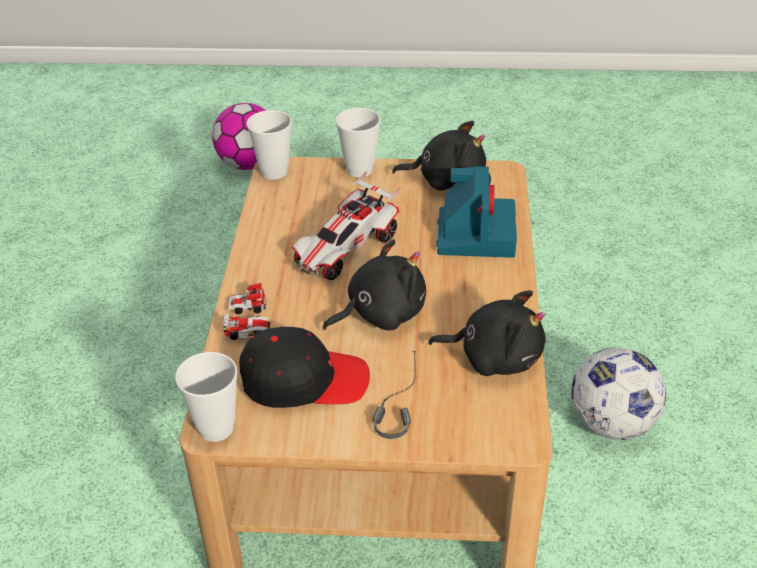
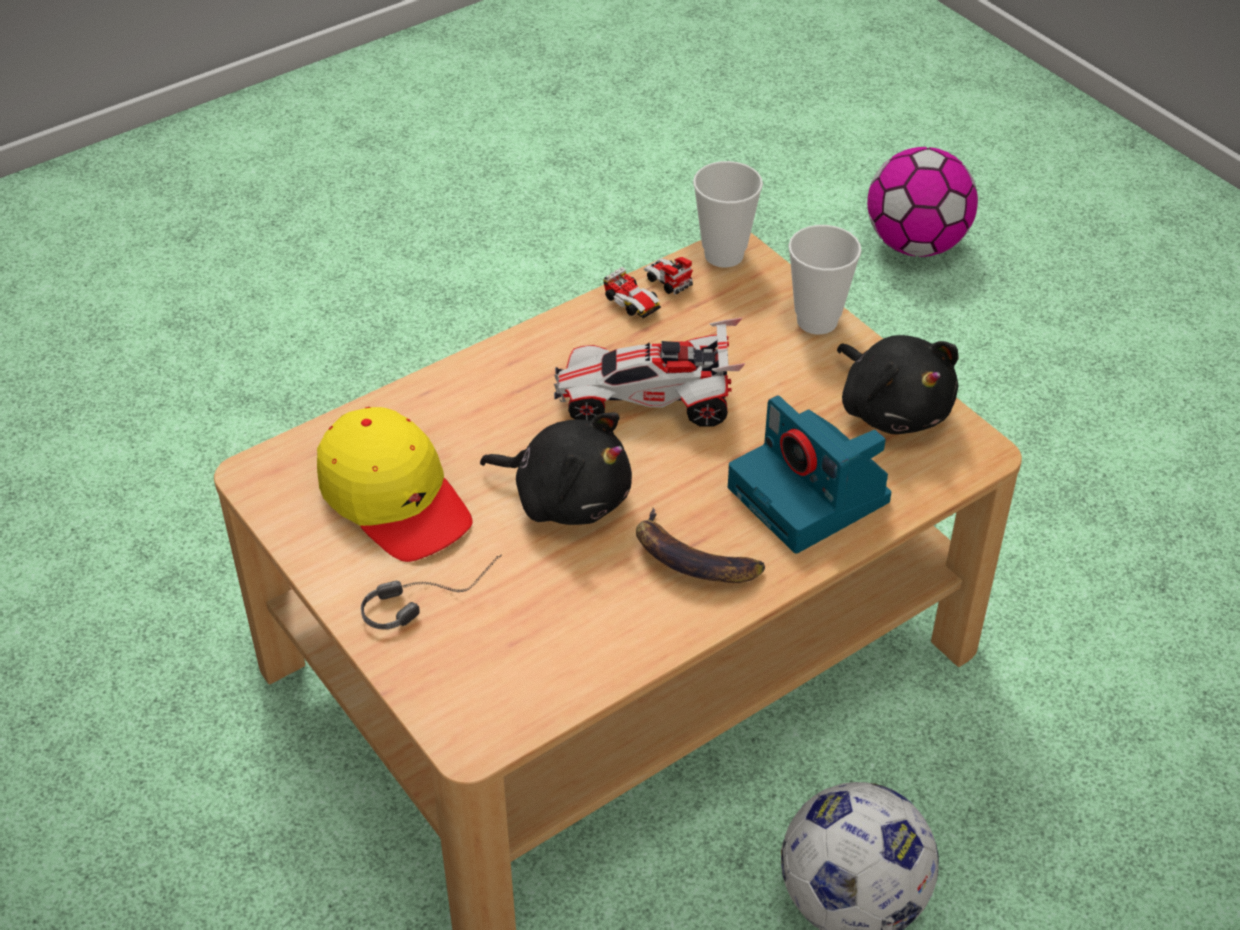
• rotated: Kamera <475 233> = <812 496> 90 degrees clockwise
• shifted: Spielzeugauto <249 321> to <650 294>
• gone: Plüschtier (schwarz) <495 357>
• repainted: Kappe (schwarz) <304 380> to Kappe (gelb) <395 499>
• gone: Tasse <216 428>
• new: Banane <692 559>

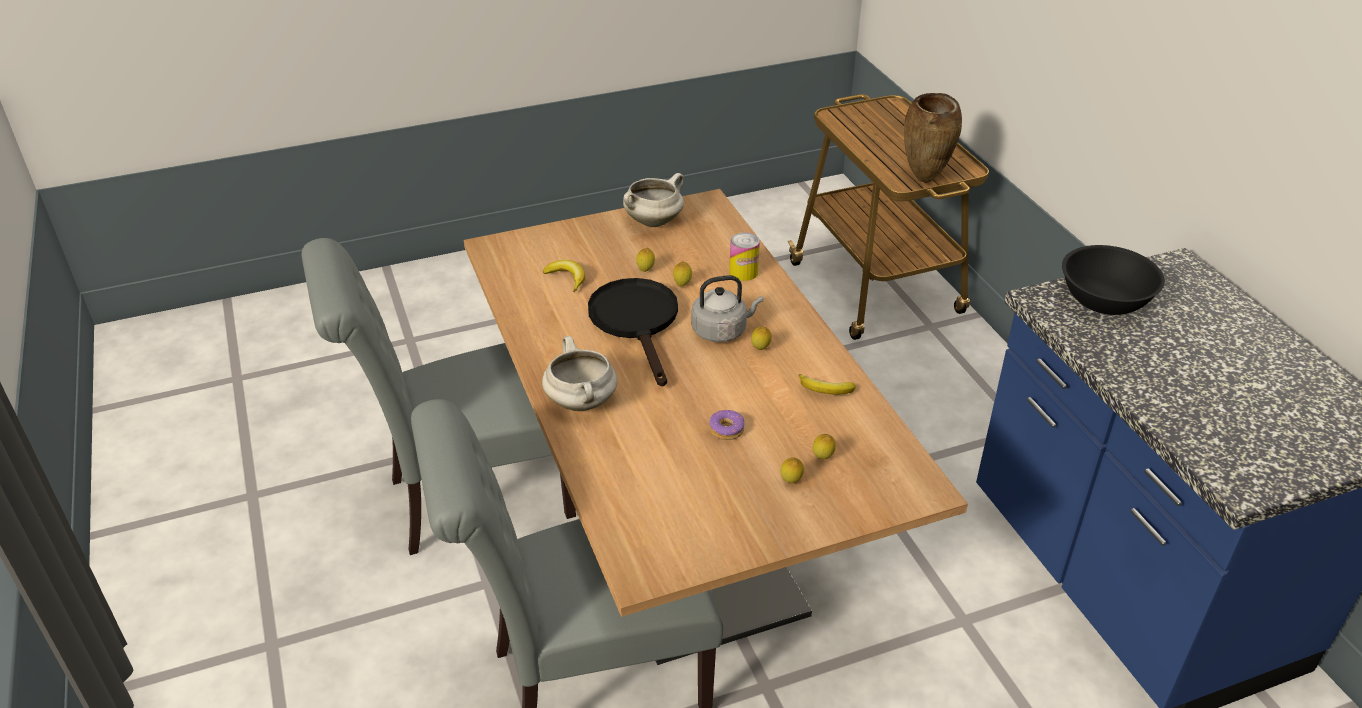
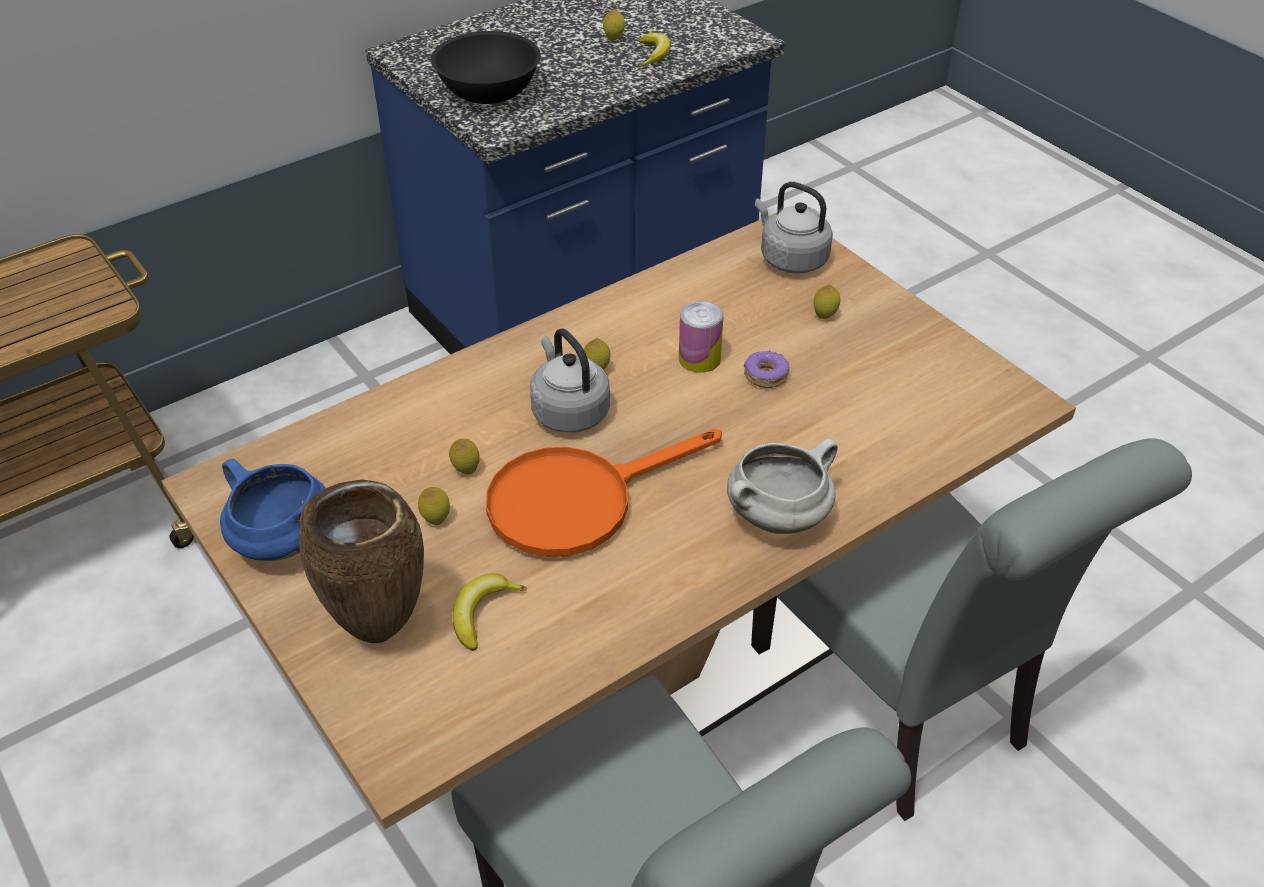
• shifted: Vase (braun) <925 179> to <381 629>
• repainted: Kochtopf (weiß) <654 221> to Kochtopf (blau) <281 541>
• shifted: Dose <743 272> to <699 358>
• repainted: Pfanne (schwarz) <637 322> to Pfanne (orange) <577 500>
• shifted: Banane <825 390> to <653 55>
• shifted: Zitrone <822 458> to <614 39>
• new: Wasserkessel (grau) <790 258>

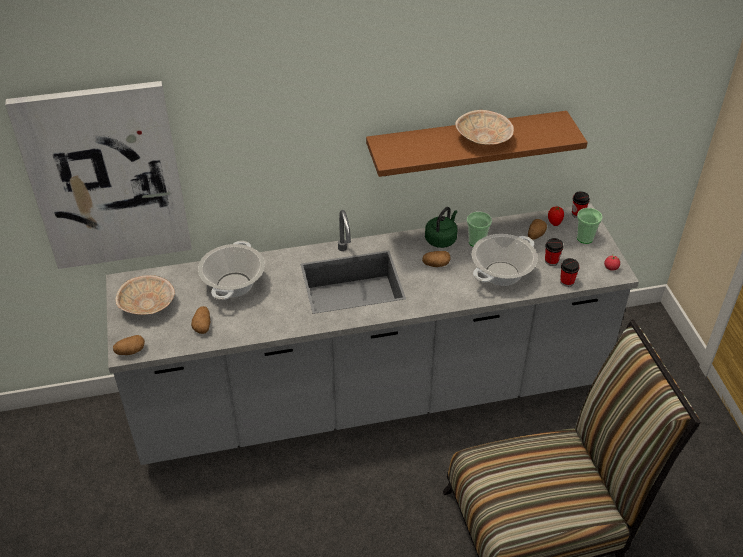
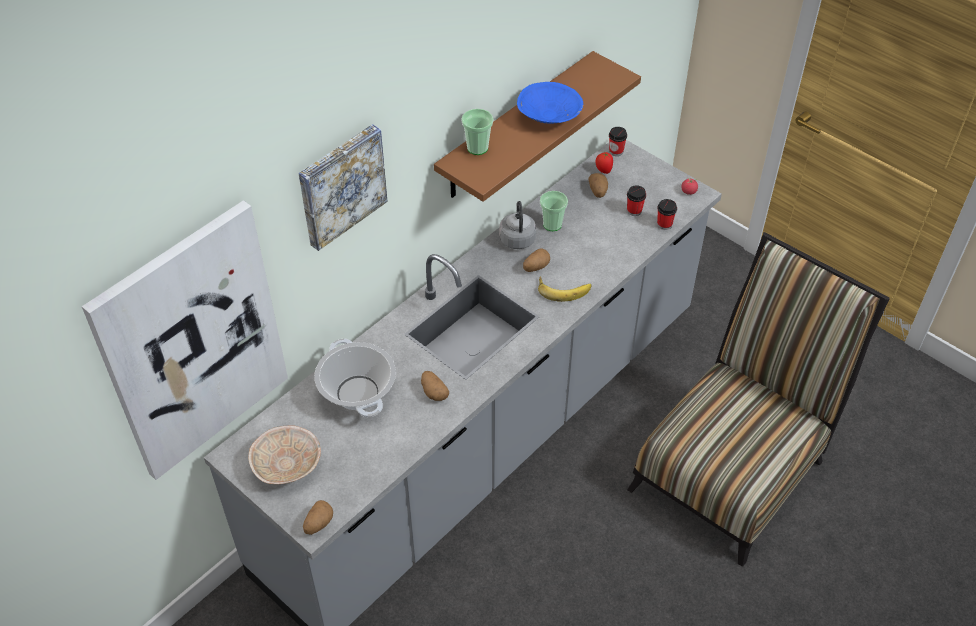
• repainted: Schüssel (beige) <484 140> to Schüssel (blau) <550 116>
• repainted: Wasserkessel (grün) <441 239> to Wasserkessel (grau) <517 238>
• shifted: Tasse <585 238> to <477 148>
• gone: Kochtopf <502 274>
• shifted: Kartoffel <203 325> to <433 392>
• new: Bild <341 185>
• new: Banane <563 289>

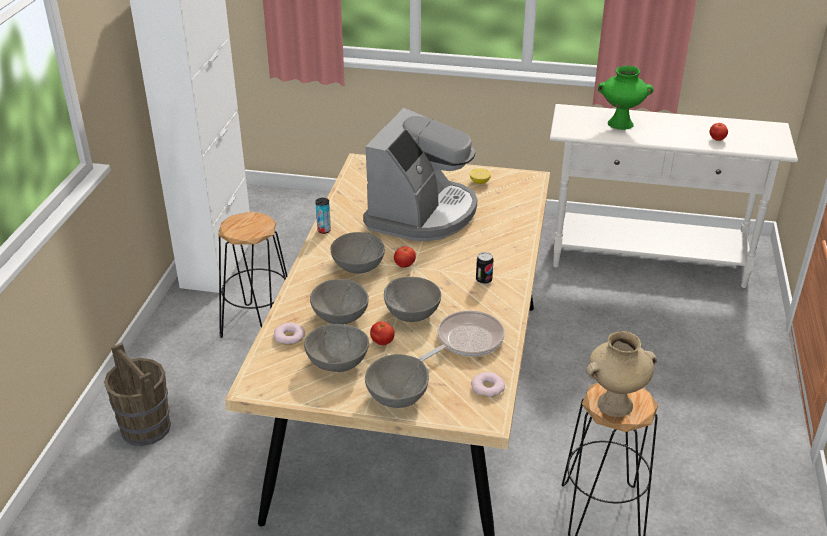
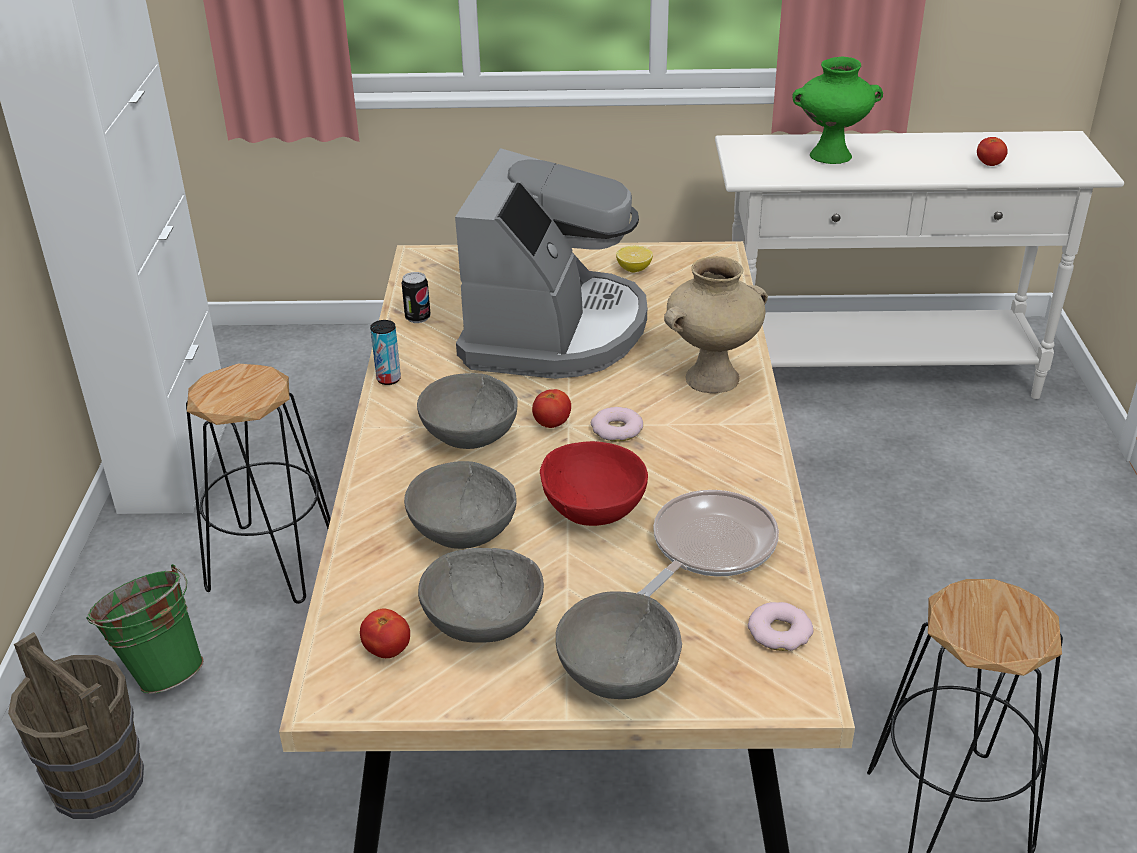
• shifted: Dose <484 280> to <418 317>
• repainted: Schüssel (grau) <412 314> to Schüssel (rot) <594 511>
• shifted: Tomate <382 342> to <387 650>
• shifted: Donut <289 337> to <617 429>
• shifted: Vase (beige) <615 404> to <712 377>
• new: Eimer (grün) <160 670>

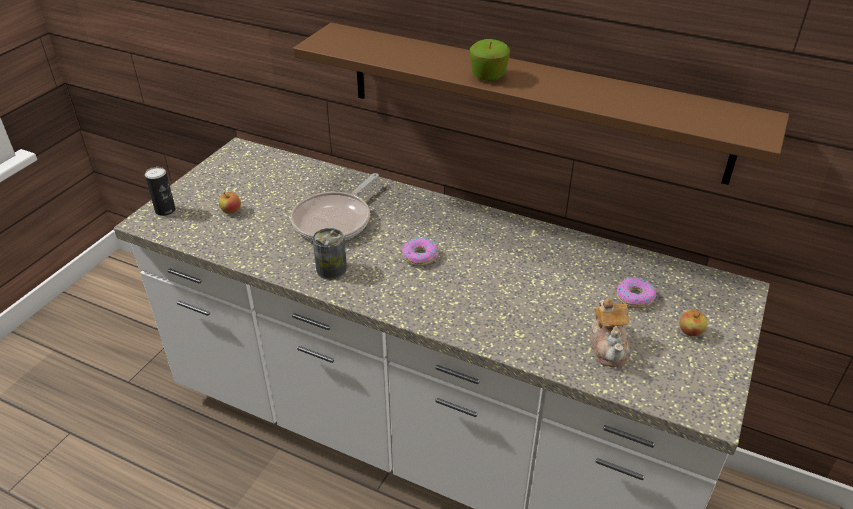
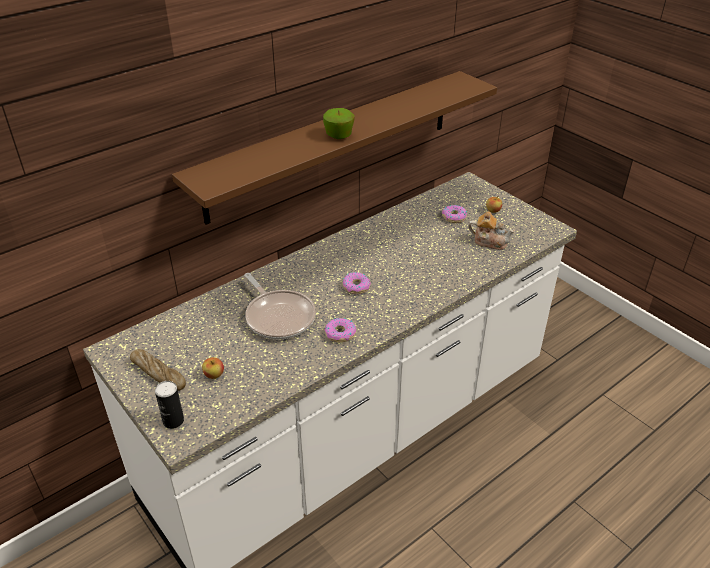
• swapped: Dose <331 269> to Donut <340 334>
• new: Brot <158 374>

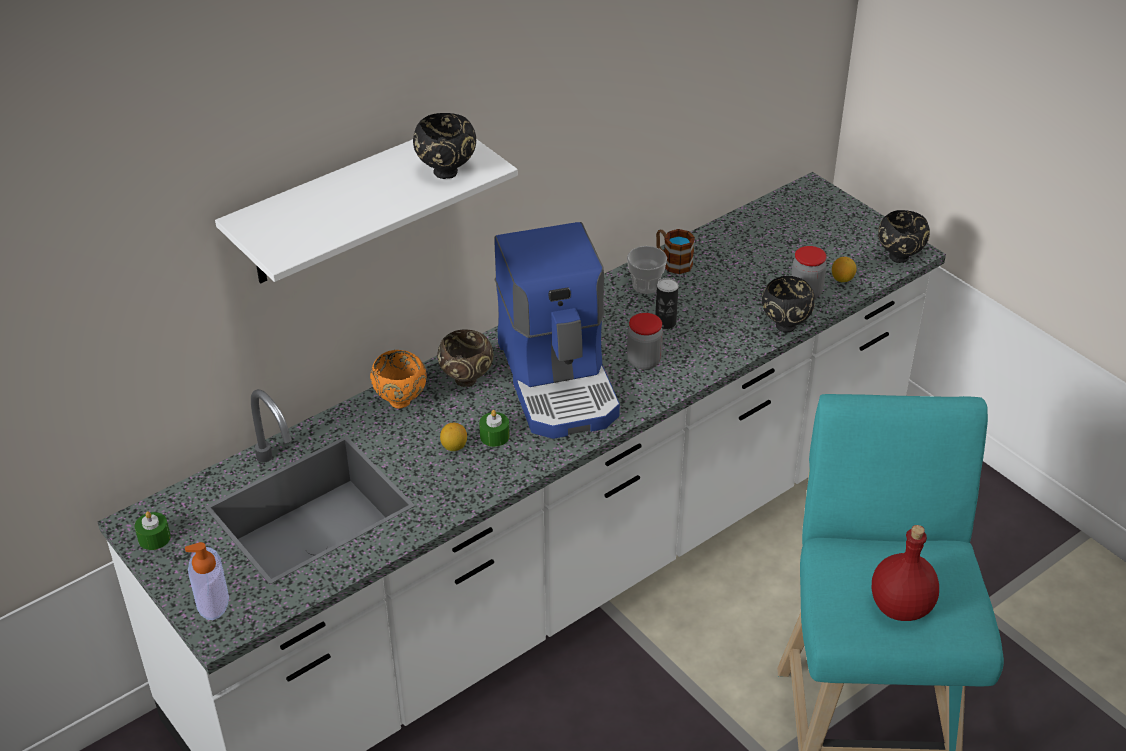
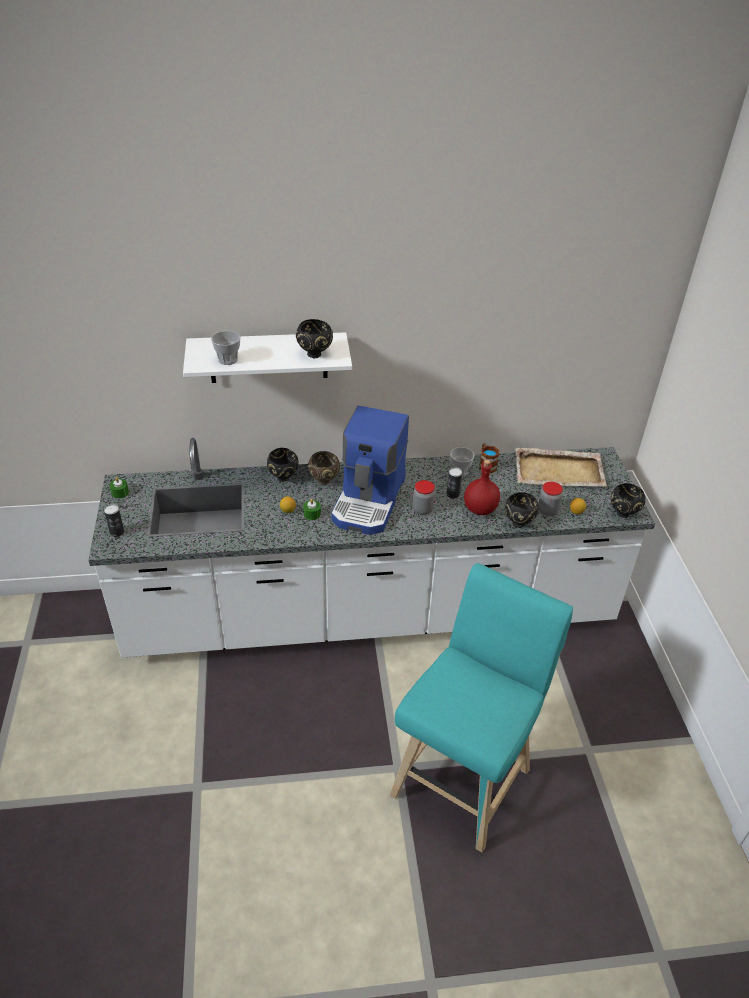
• repainted: Schüssel (orange) <401 402> to Schüssel (schwarz) <283 478>
• shifted: Flasche (rot) <900 608> to <479 509>
• swapped: Seifenspender <212 600> to Dose <117 532>
• new: Tasse <228 360>
• new: Tablett (beige) <560 471>

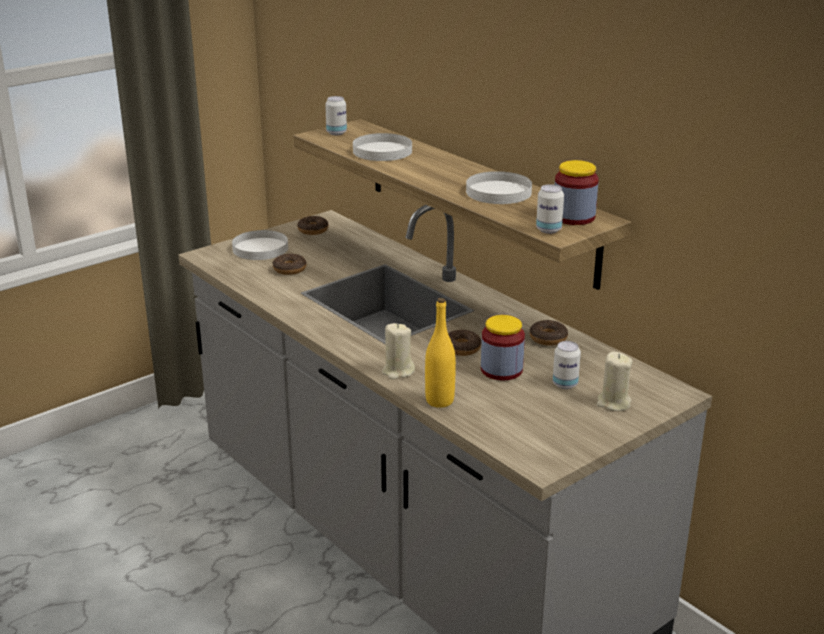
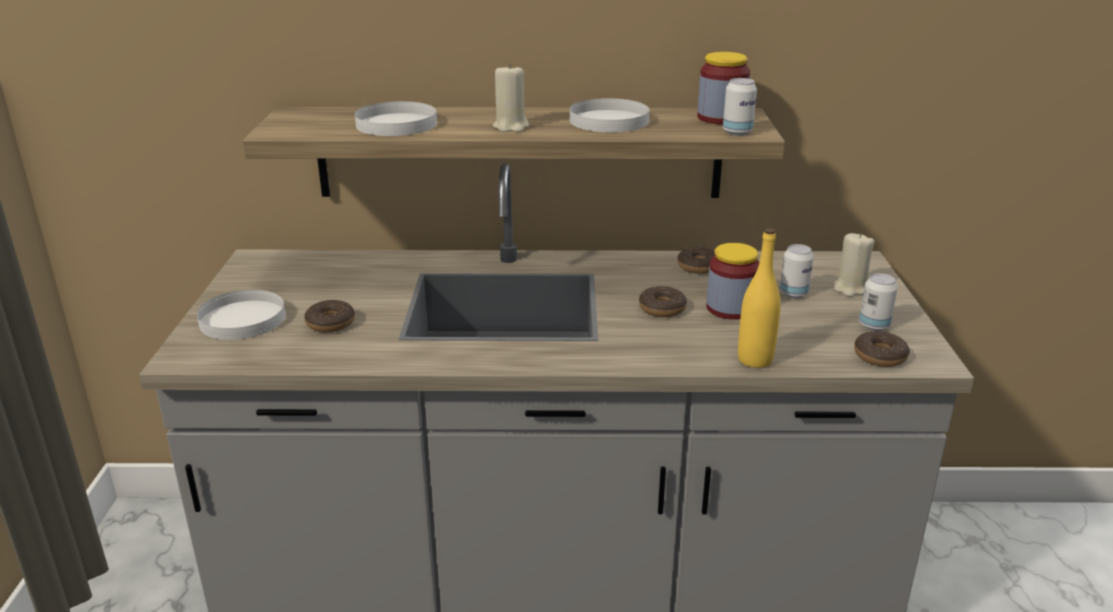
• shifted: Dose <336 133> to <874 325>
• shifted: Donut <313 230> to <880 356>
• shifted: Kerze (beige) <397 371> to <511 127>

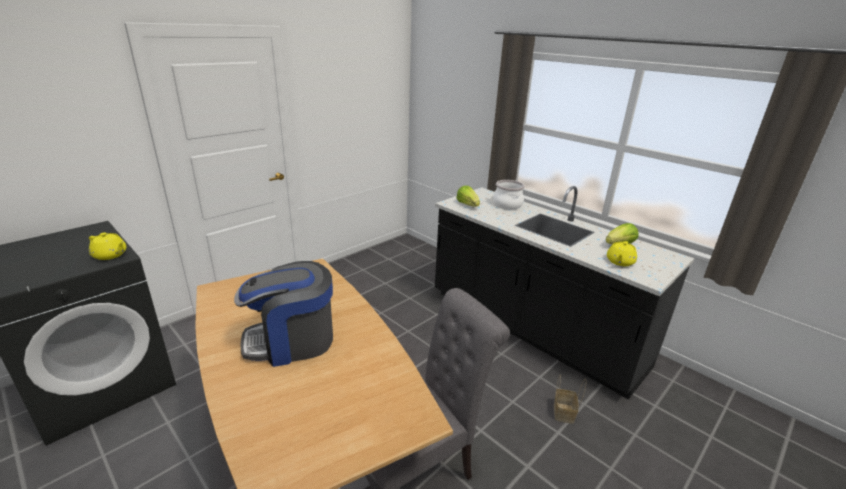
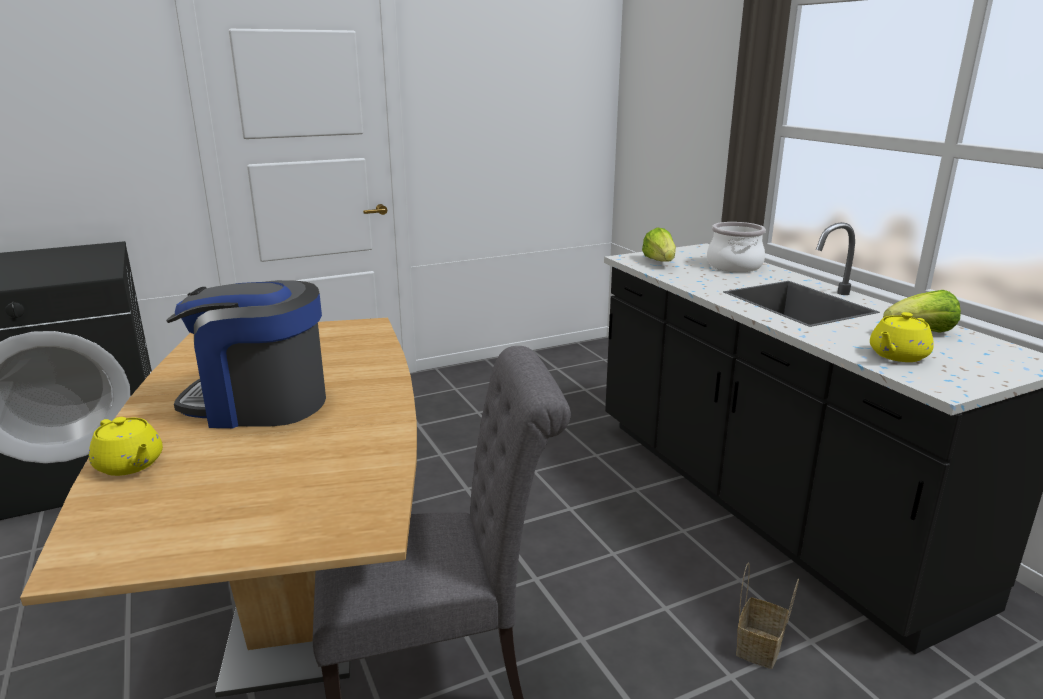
• shifted: Teekanne (gelb) <110 255> to <130 465>

